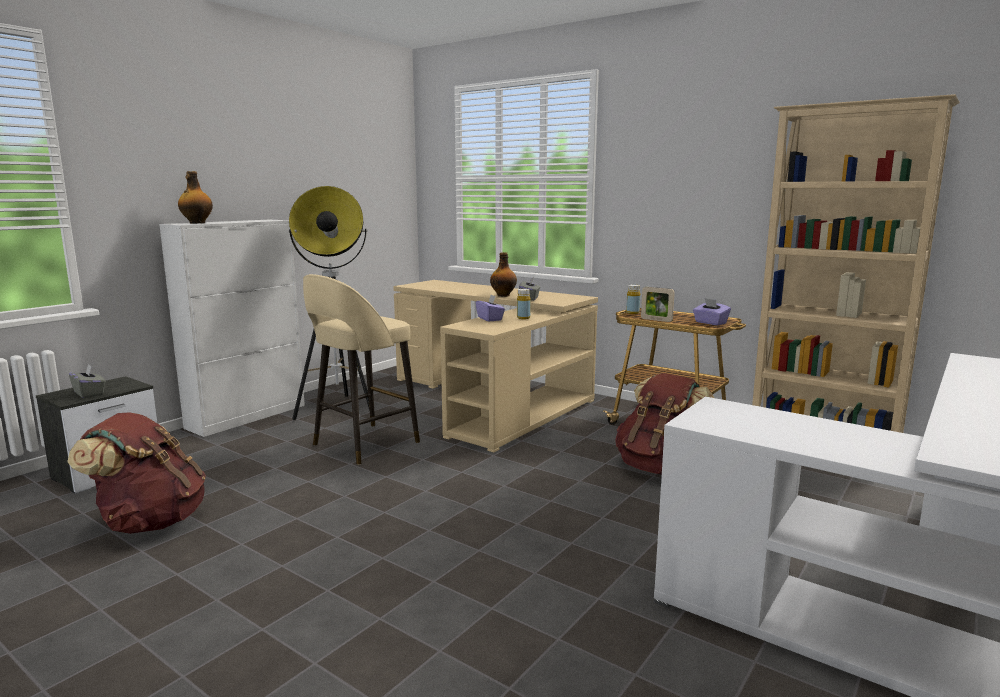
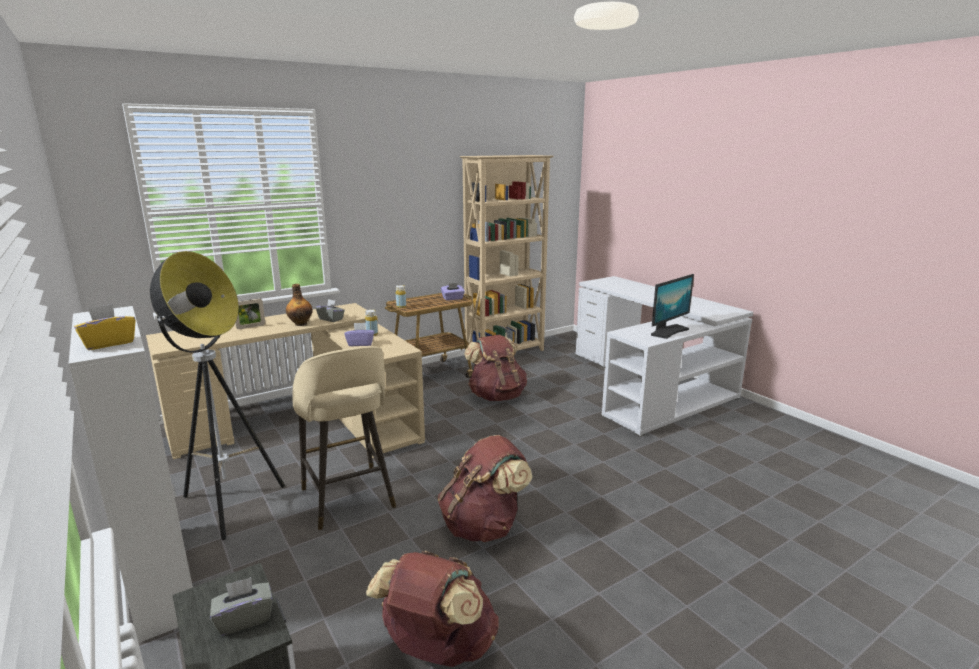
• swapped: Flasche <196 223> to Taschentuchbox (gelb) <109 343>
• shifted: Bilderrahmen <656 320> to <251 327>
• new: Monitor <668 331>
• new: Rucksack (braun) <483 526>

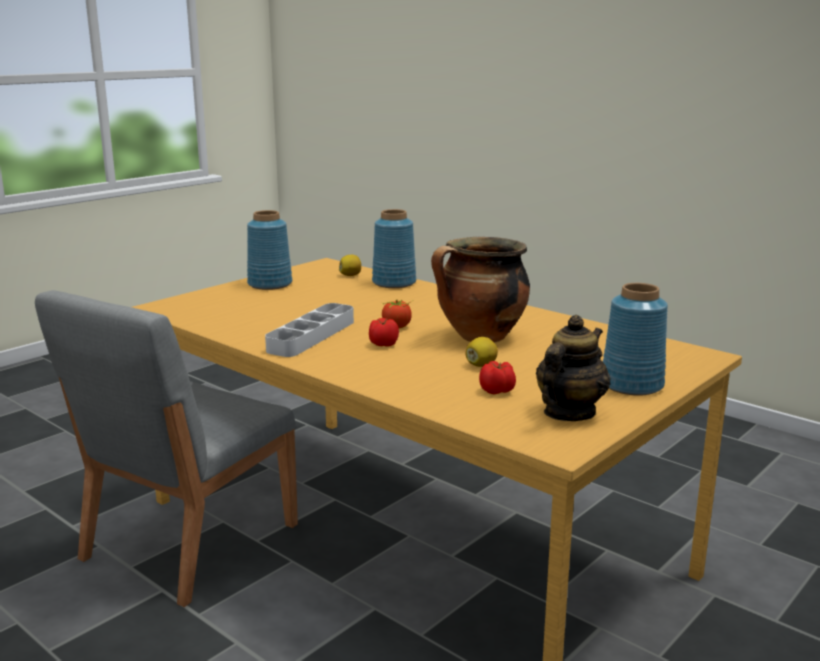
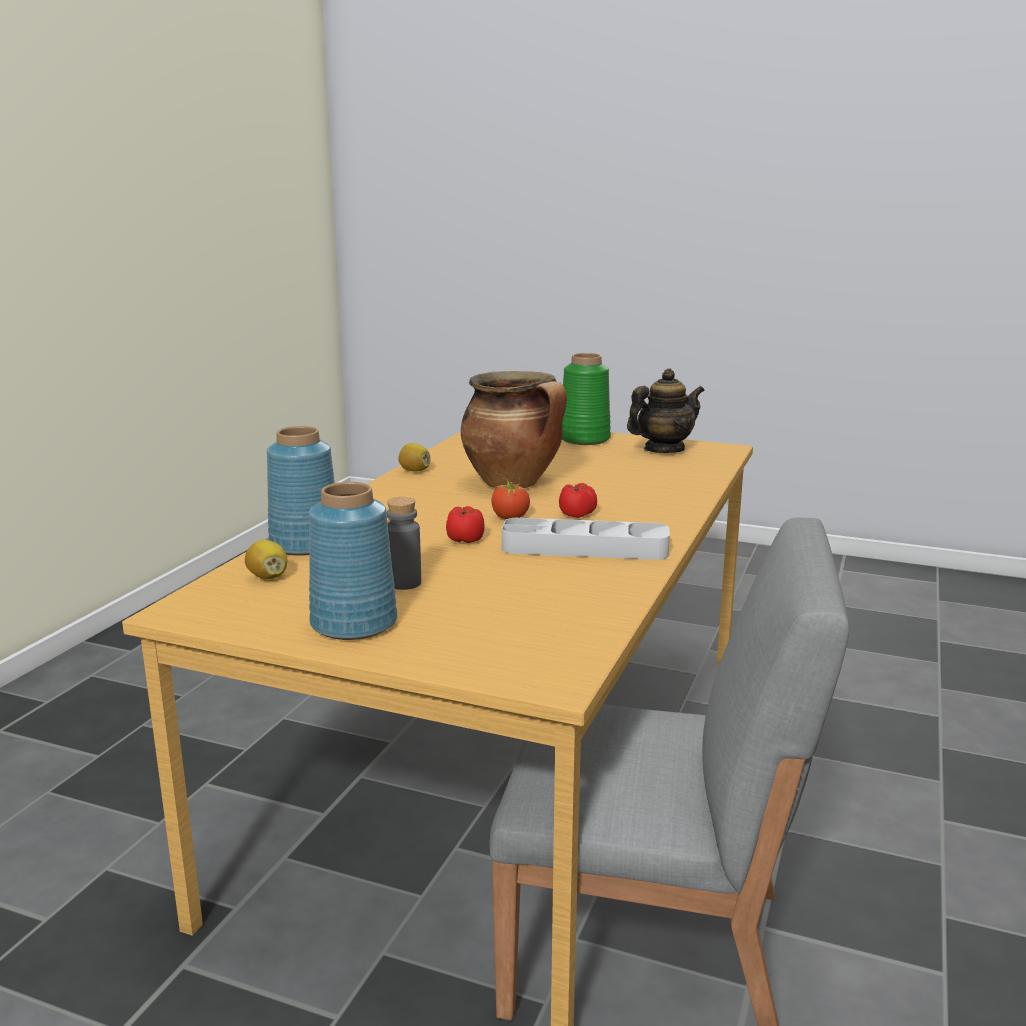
• repainted: Vase (blau) <631 384> to Vase (grün) <584 439>
• rotated: Teekanne <568 413> = <663 449> 135 degrees clockwise
• shifted: Zitrone <481 365> to <414 471>
• shifted: Tomate <497 391> to <466 539>
• new: Flasche (grau) <404 583>

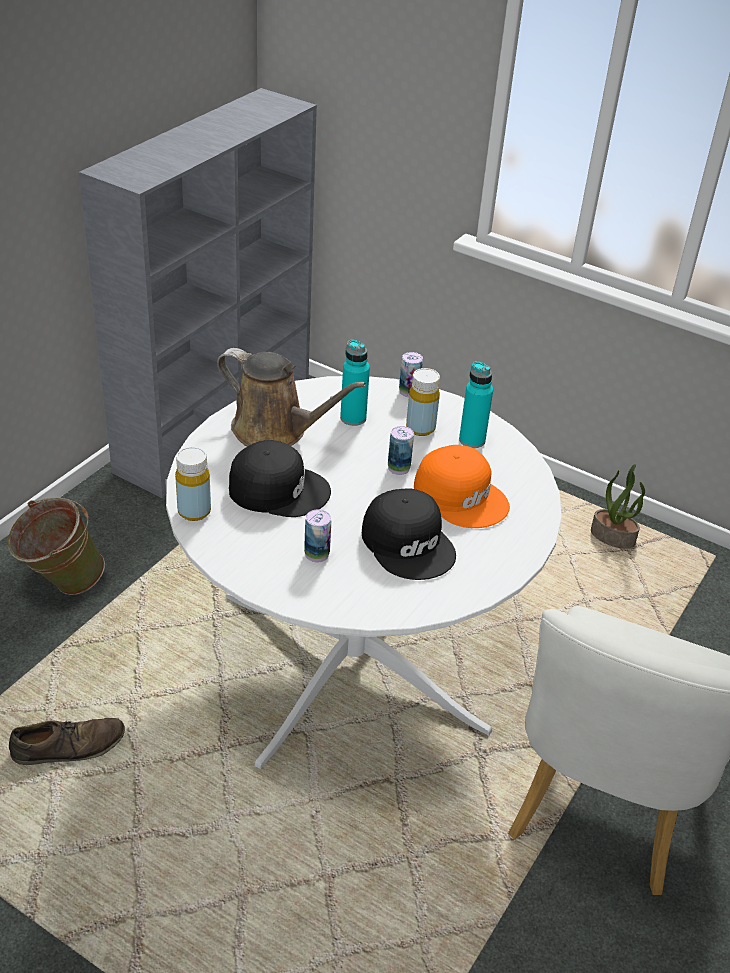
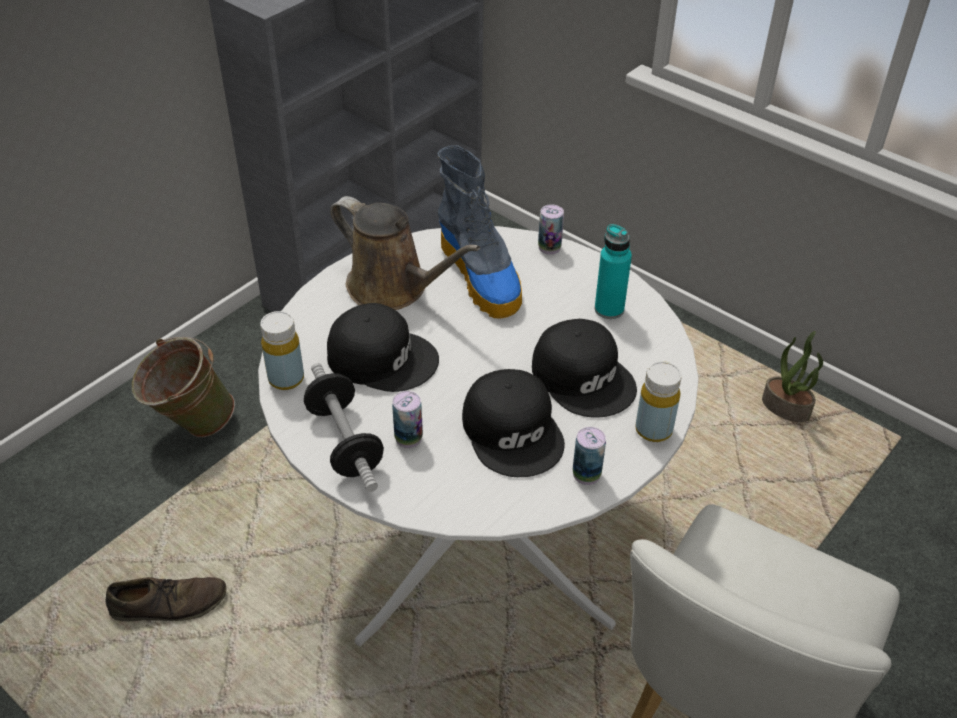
• swapped: Flasche (türkis) <353 418> to Stiefel <481 276>
• shifted: Flasche (gelb) <420 428> to <653 430>
• shifted: Dose <398 468> to <586 474>
• repainted: Kappe (orange) <461 496> to Kappe (schwarz) <584 376>
• new: Hantel <345 442>

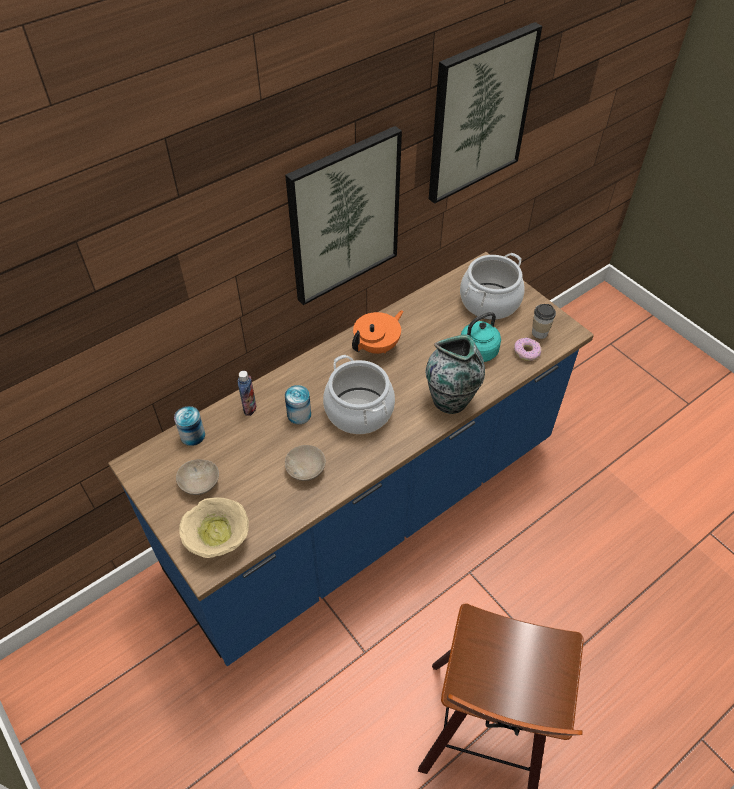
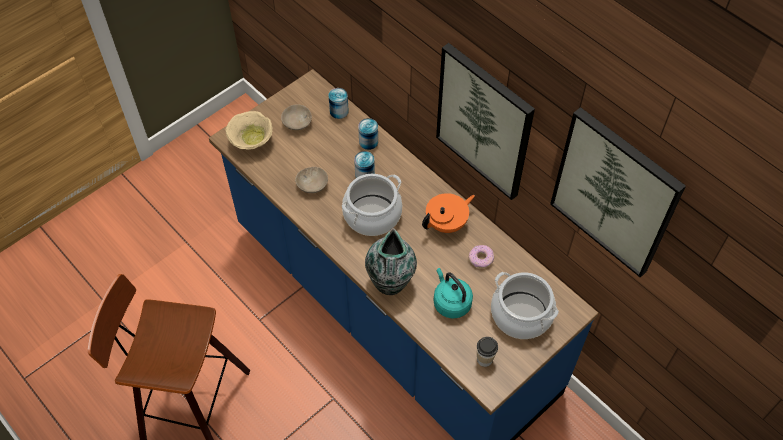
• rotated: Teekanne (orange) <377 346> = <447 223> 75 degrees counterclockwise
• shifted: Donut <526 352> to <481 259>
• swapped: Flasche <249 408> to Dose <368 142>

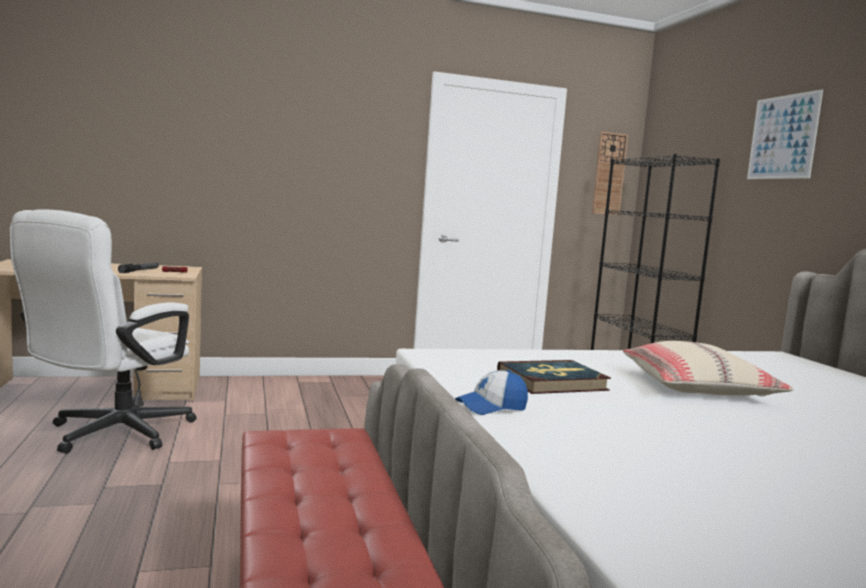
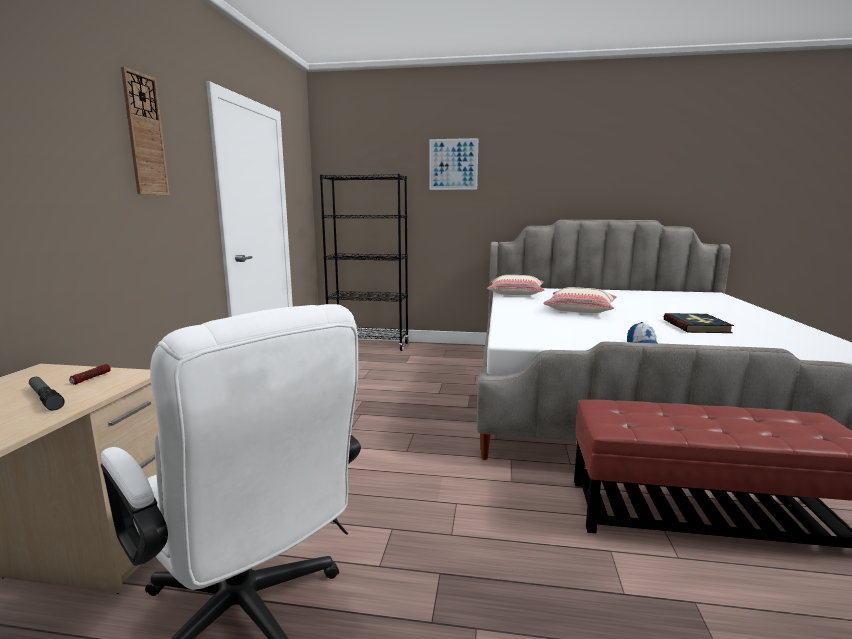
• shifted: Wanduhr <609 174> to <145 135>
• shifted: Buch <552 382> to <696 326>
• new: Kissen (beige) <516 293>

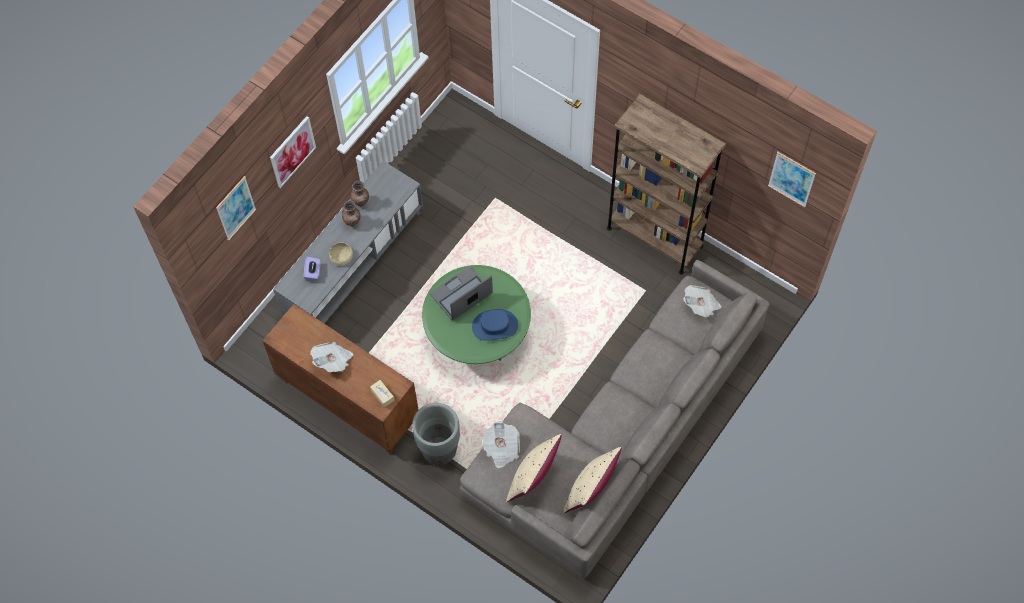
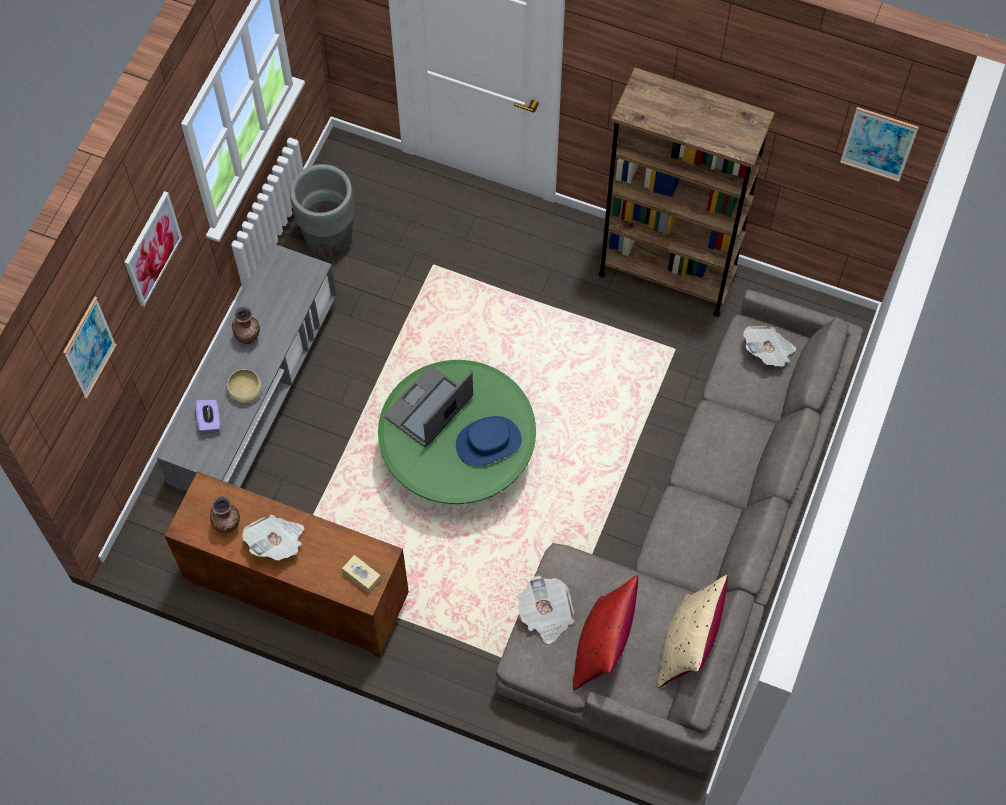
• shifted: Vase (braun) <361 203> to <228 526>
• shifted: Pflanzkübel (grau) <439 450> to <329 241>
• repainted: Kissen (beige) <533 478> to Kissen (rot) <602 647>

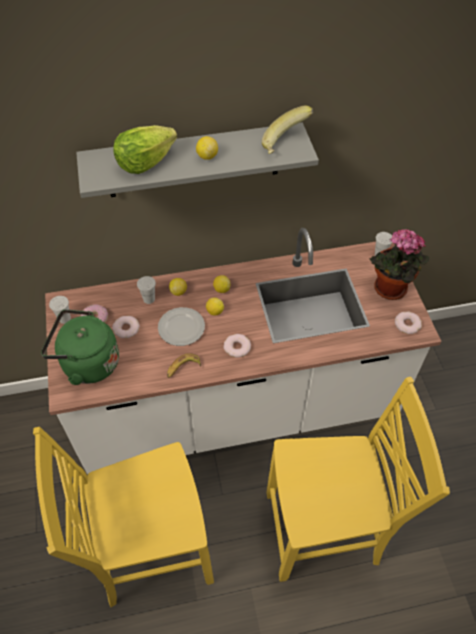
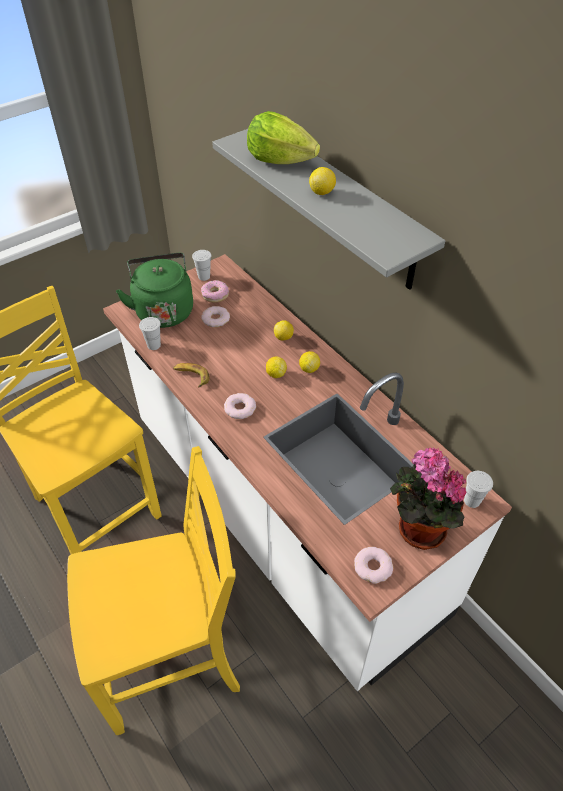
• gone: Banane <285 144>
• shifted: Tasse (weiß) <149 299> to <154 345>
• gone: Teller <181 328>
• rotated: Stuhl (gelb) <324 531> = <173 662> 75 degrees counterclockwise

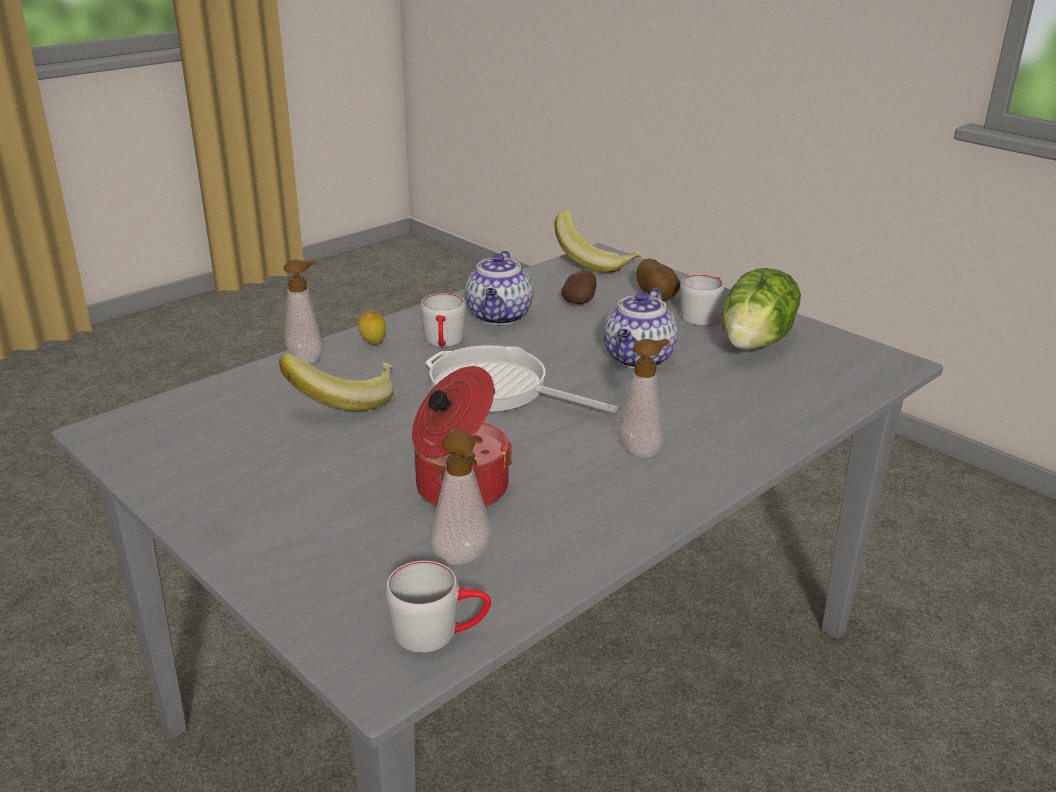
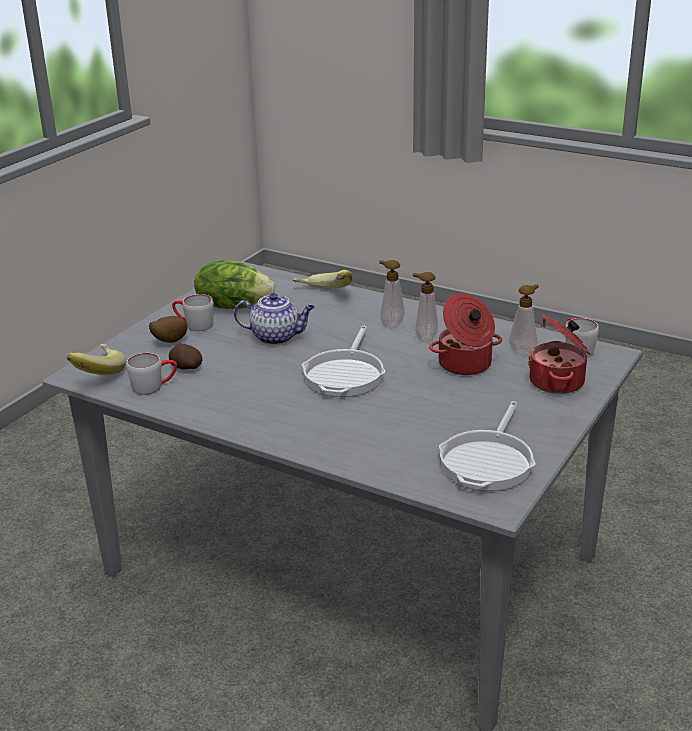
• gone: Teekanne <499 317>
• shifted: Seifenspender <308 358> to <424 338>
• shifted: Henkelbecher (grau) <444 343> to <154 386>
• gone: Zitrone <373 344>
• shifted: Banane <344 400> to <322 295>
• new: Kochtopf <558 382>
• new: Pfanne <488 462>

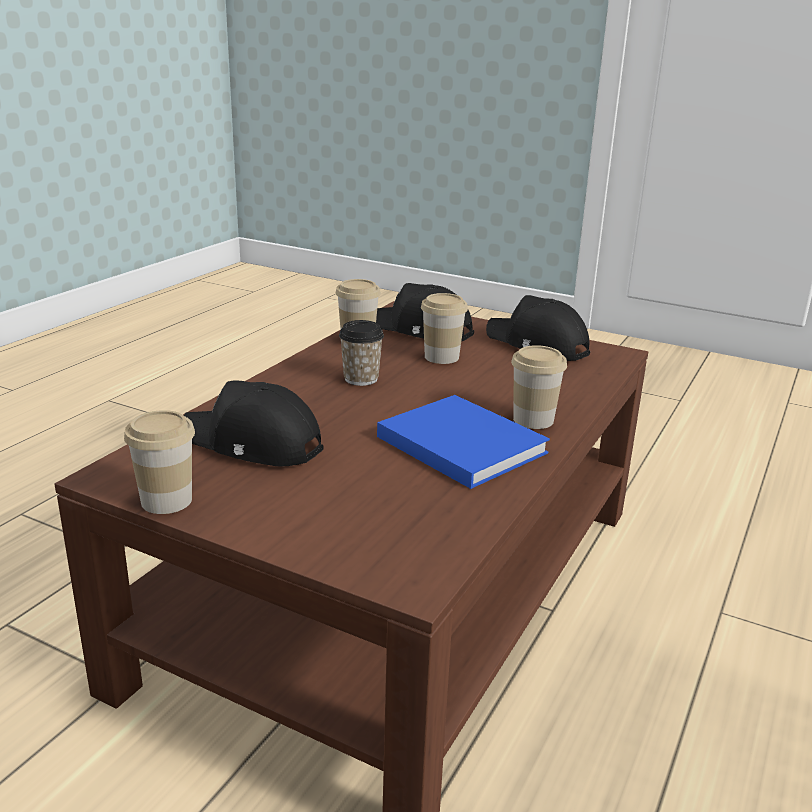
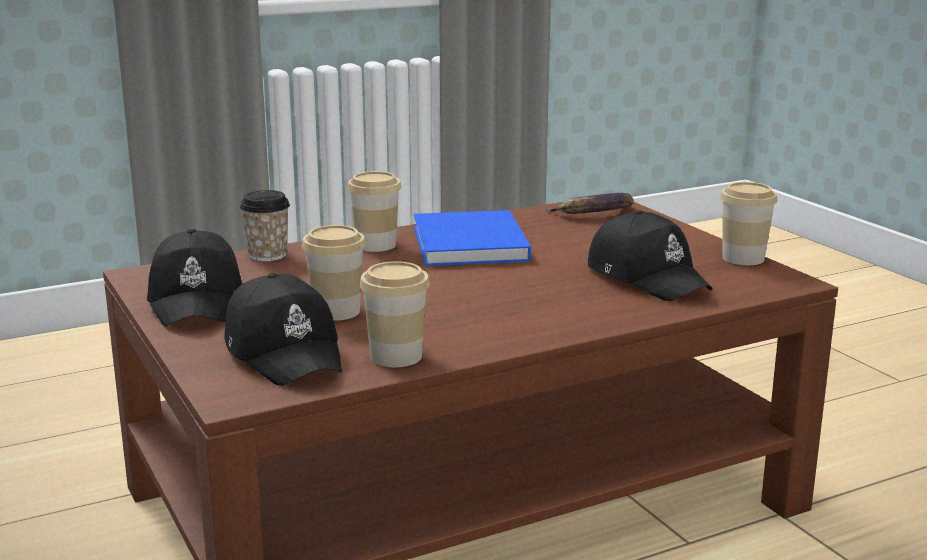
• shifted: Tasse <361 379> to <267 255>
• new: Banane <595 213>

